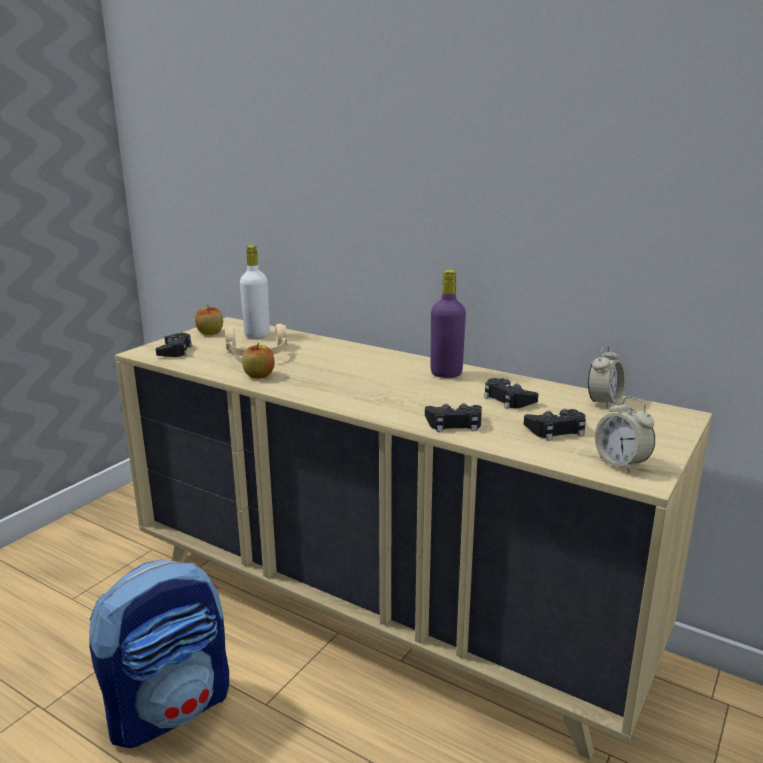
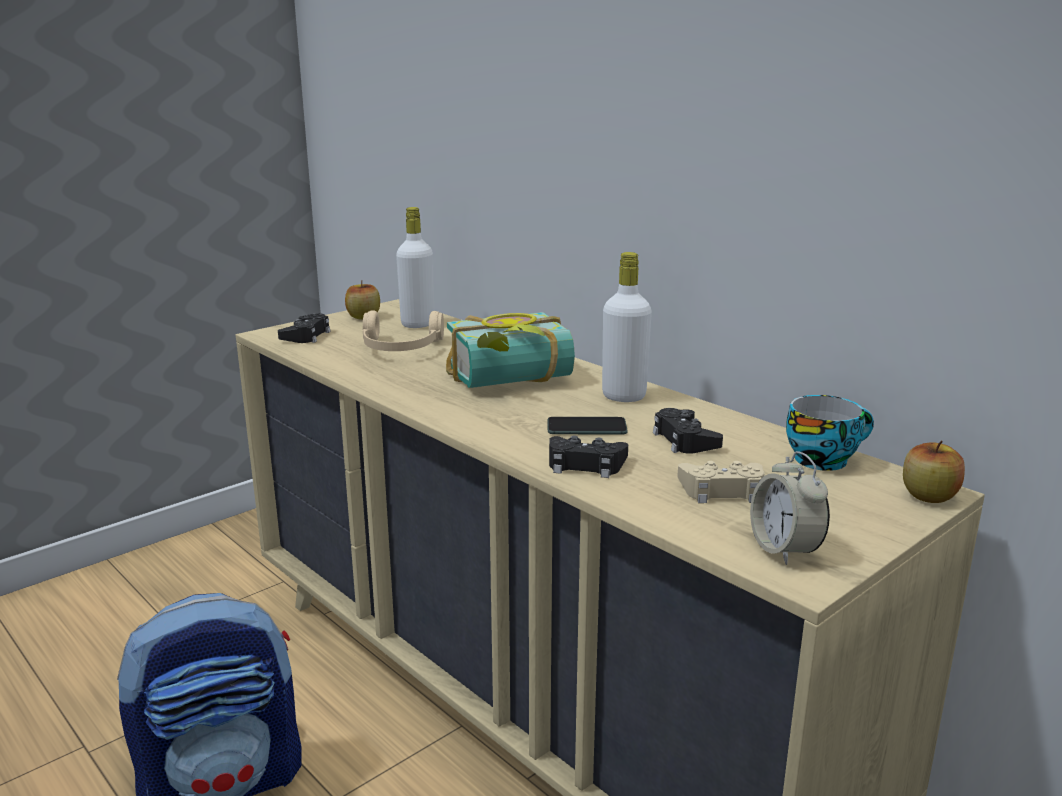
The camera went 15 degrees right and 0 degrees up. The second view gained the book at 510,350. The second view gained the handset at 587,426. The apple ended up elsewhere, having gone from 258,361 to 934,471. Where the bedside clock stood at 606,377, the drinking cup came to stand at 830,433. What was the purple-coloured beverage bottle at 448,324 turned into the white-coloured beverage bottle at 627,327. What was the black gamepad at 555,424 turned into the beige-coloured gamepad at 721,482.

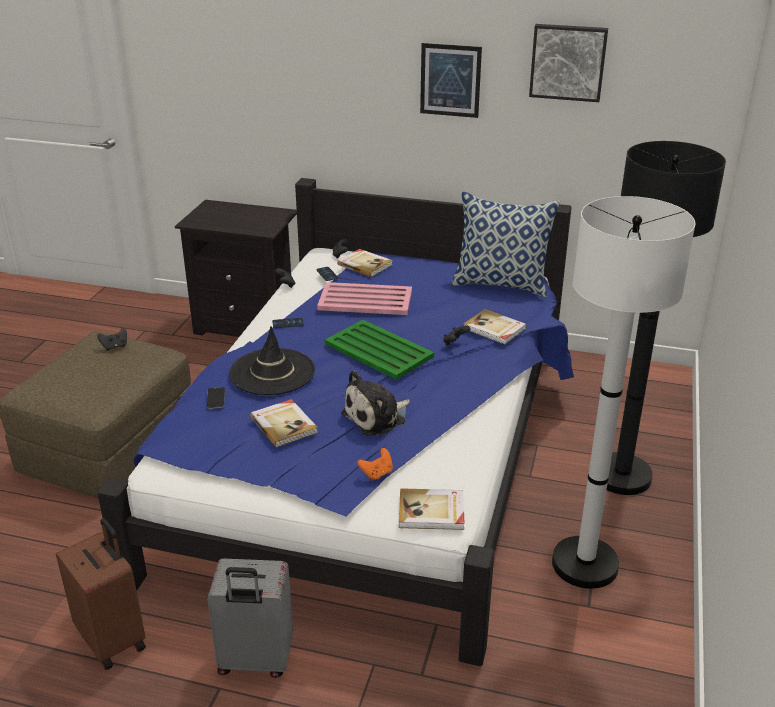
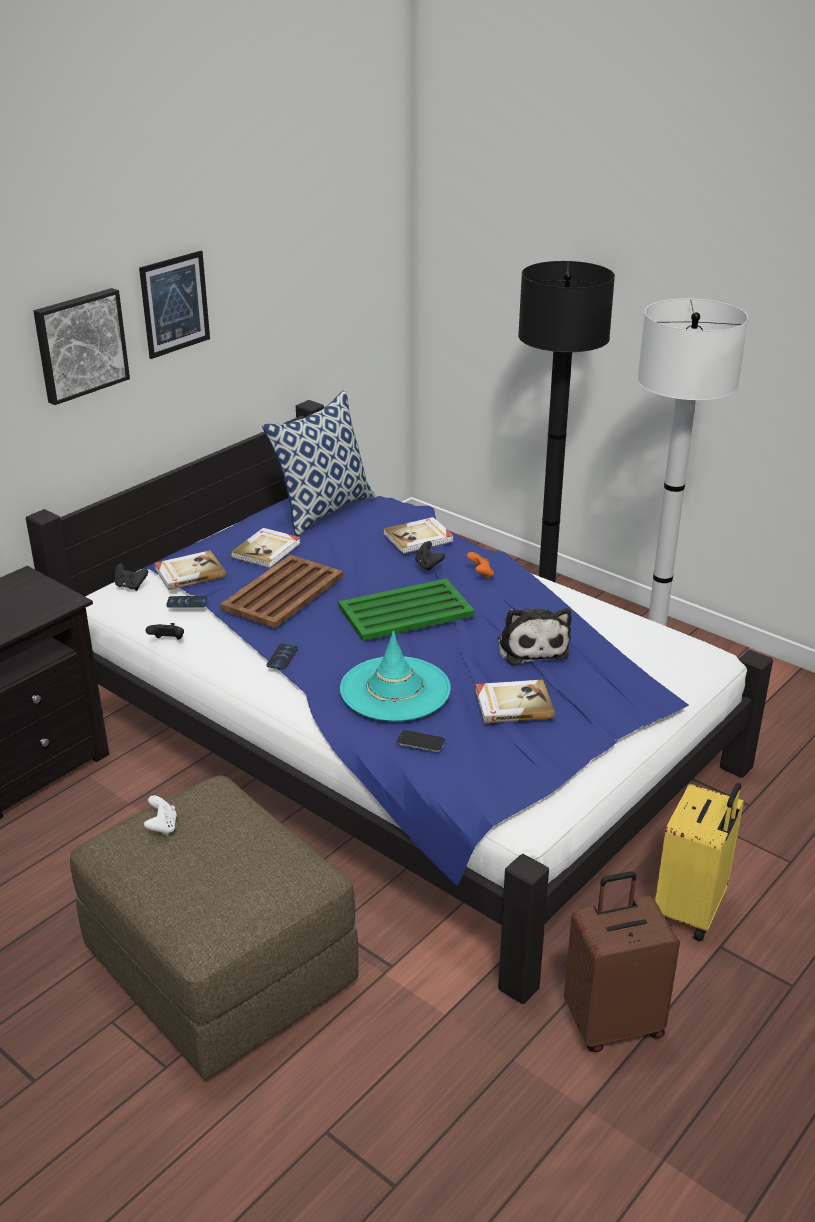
The camera went 65 degrees left and 0 degrees up. The orange gamepad ended up elsewhere, having gone from 375,464 to 480,565. The book ended up elsewhere, having gone from 432,509 to 265,548. The picture ended up elsewhere, having gone from 568,63 to 81,346. What was the black gamepad at 112,339 turned into the white-coloured gamepad at 160,815. What was the grey suitcase at 250,618 turned into the yellow-coloured suitcase at 699,862. What was the black wearable hat at 272,361 turned into the turquoise-coloured wearable hat at 395,676. What was the pink tray at 364,298 turned into the brownish tray at 281,591.

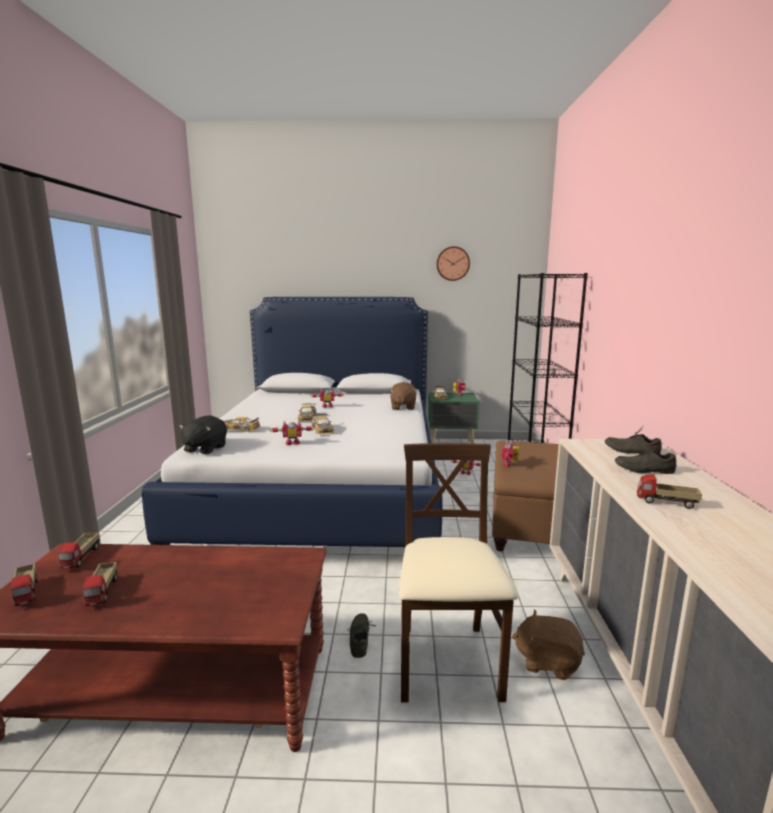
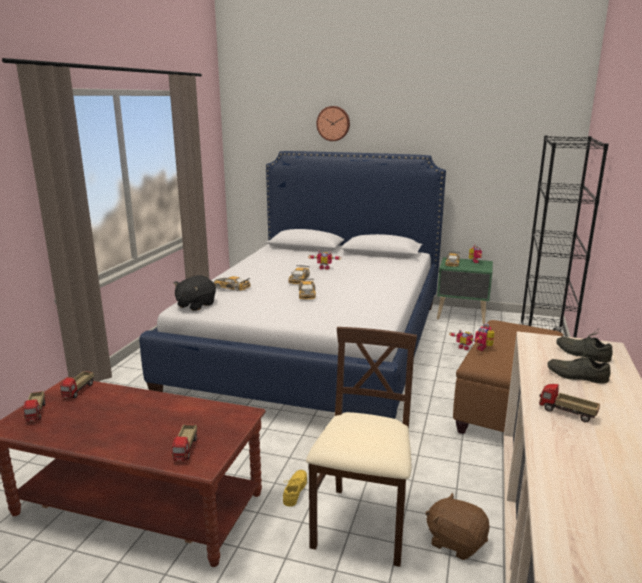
The camera went 15 degrees right and 5 degrees up. The second view lost the robot figure at 291,432. The second view lost the brownish cuddly toy at 403,396. The toy truck ended up elsewhere, having gone from 100,584 to 184,443. The wall clock ended up elsewhere, having gone from 453,263 to 333,123. What was the grey item of footwear at 361,635 turned into the yellow-coloured item of footwear at 295,488.

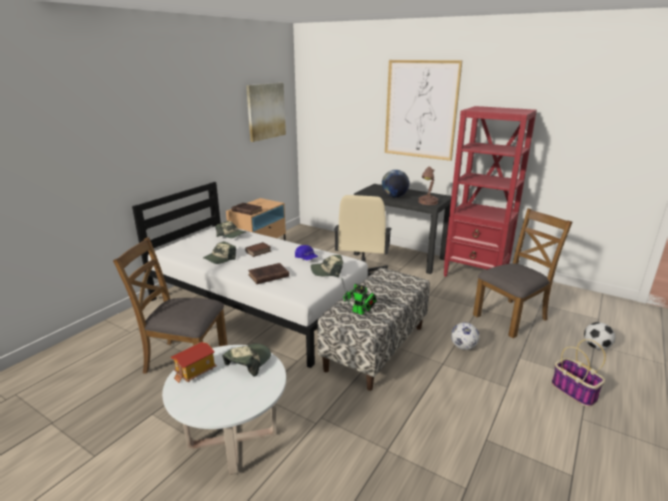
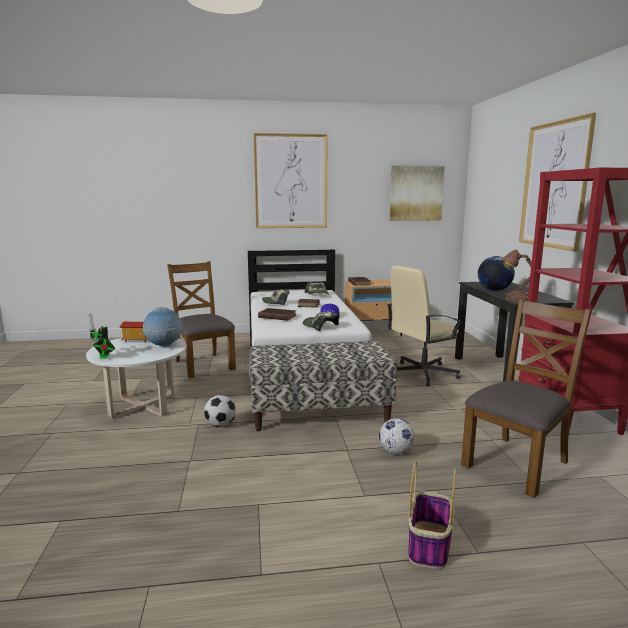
The camera went 50 degrees right and 10 degrees down. The second view gained the picture at 290,180. The robot figure ended up elsewhere, having gone from 359,296 to 101,336. The football ball ended up elsewhere, having gone from 599,336 to 220,411. Where the baseball cap stood at 246,360, the desk globe came to stand at 163,327. The brownish chair at 522,273 ended up facing another way, 60 degrees counterclockwise from before.

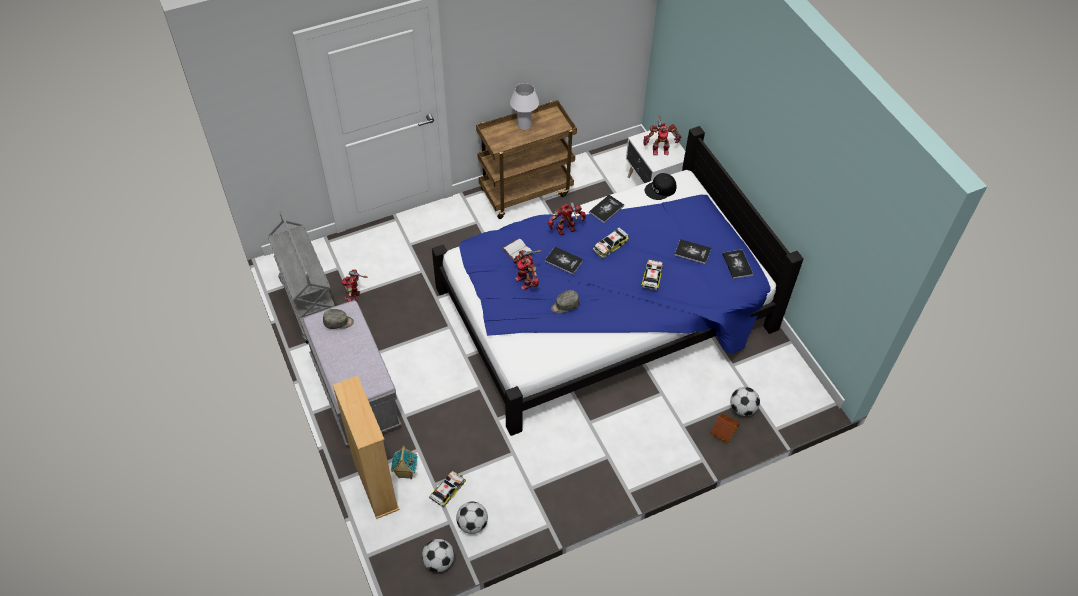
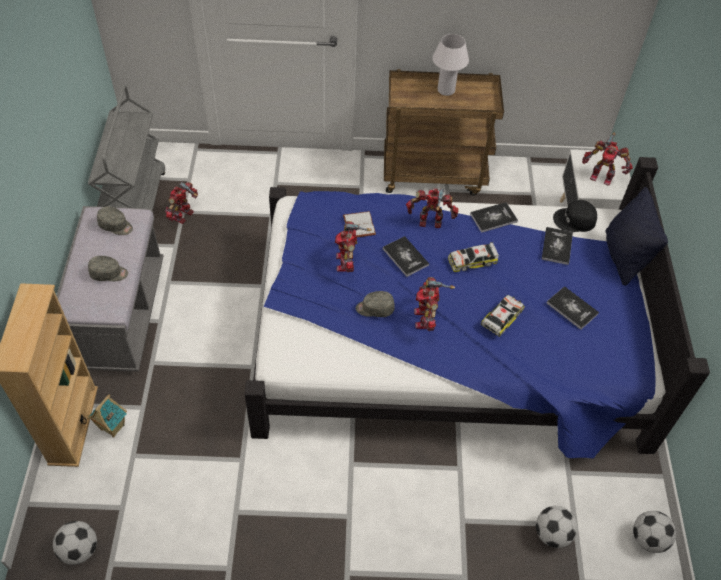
The camera went 25 degrees right and 0 degrees up. The second view lost the miniature car at 447,489. The second view lost the miniature house at 726,428. The second view gained the grey baseball cap at 108,268. The second view gained the robot figure at 434,304. The second view gained the black pillow at 636,236. The football ball ended up elsewhere, having gone from 472,518 to 654,532. The book ended up elsewhere, having gone from 737,264 to 557,246.

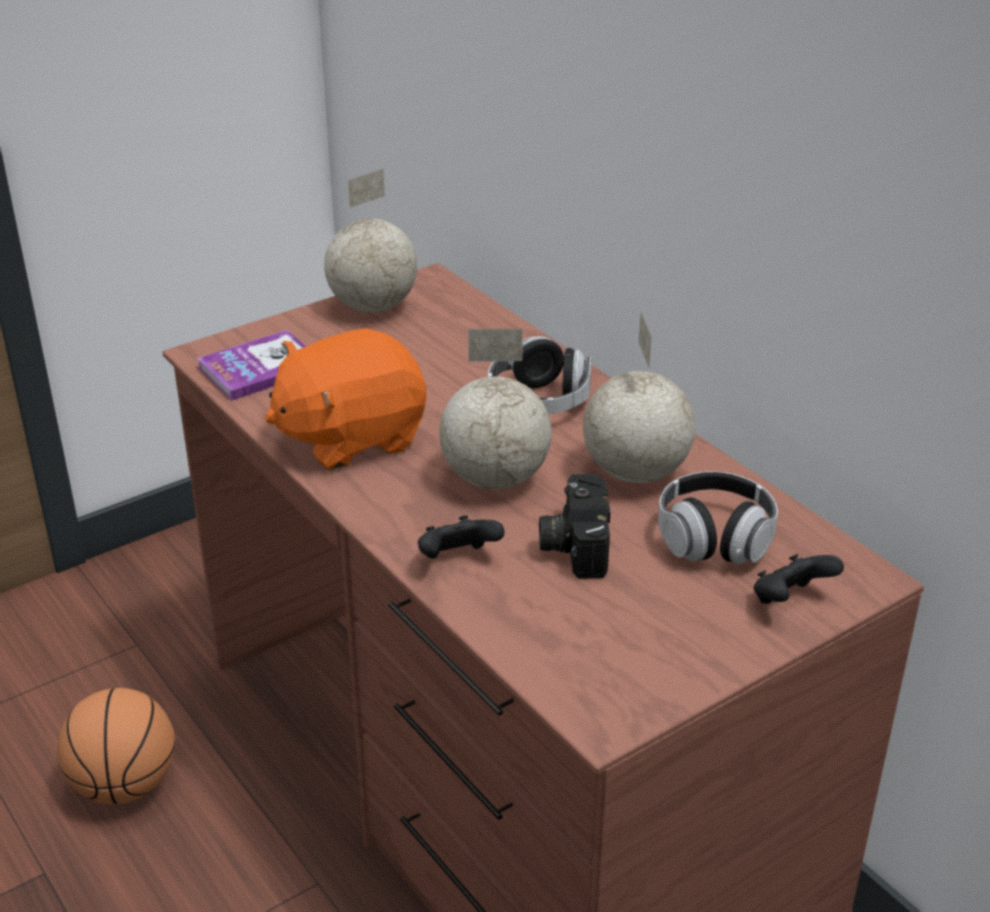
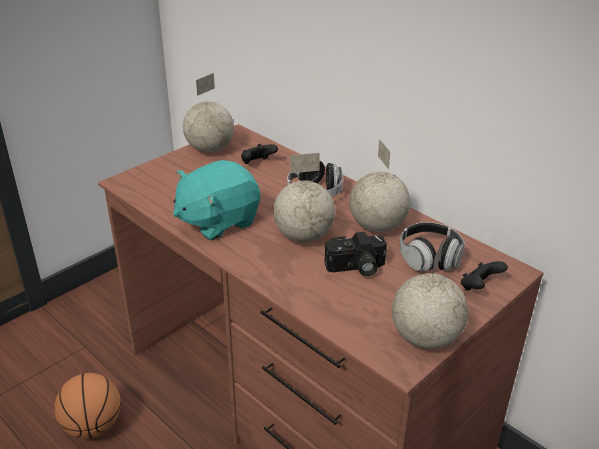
The camera went 10 degrees left and 0 degrees up. The second view lost the book at 251,365. The second view gained the desk globe at 430,294. The black gamepad ended up elsewhere, having gone from 461,536 to 259,154. What was the orange cuddly toy at 345,399 turned into the turquoise-coloured cuddly toy at 216,200. The photo camera at 574,526 ended up facing another way, 90 degrees counterclockwise from before.

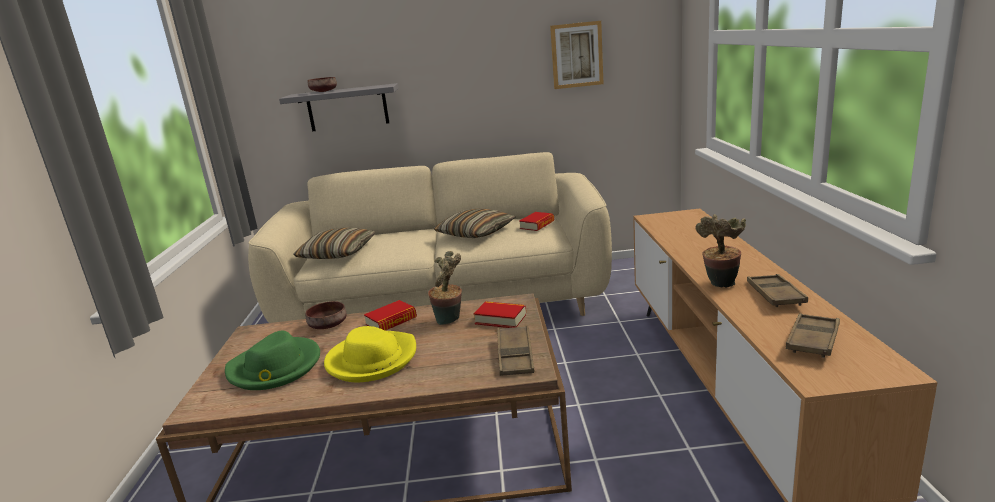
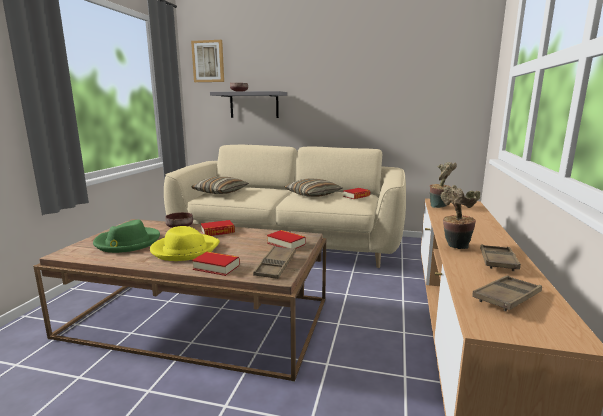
The camera went 15 degrees right and 5 degrees down. The second view gained the book at 216,264. The plant in a pot ended up elsewhere, having gone from 445,288 to 443,185. The picture ended up elsewhere, having gone from 576,55 to 207,61.

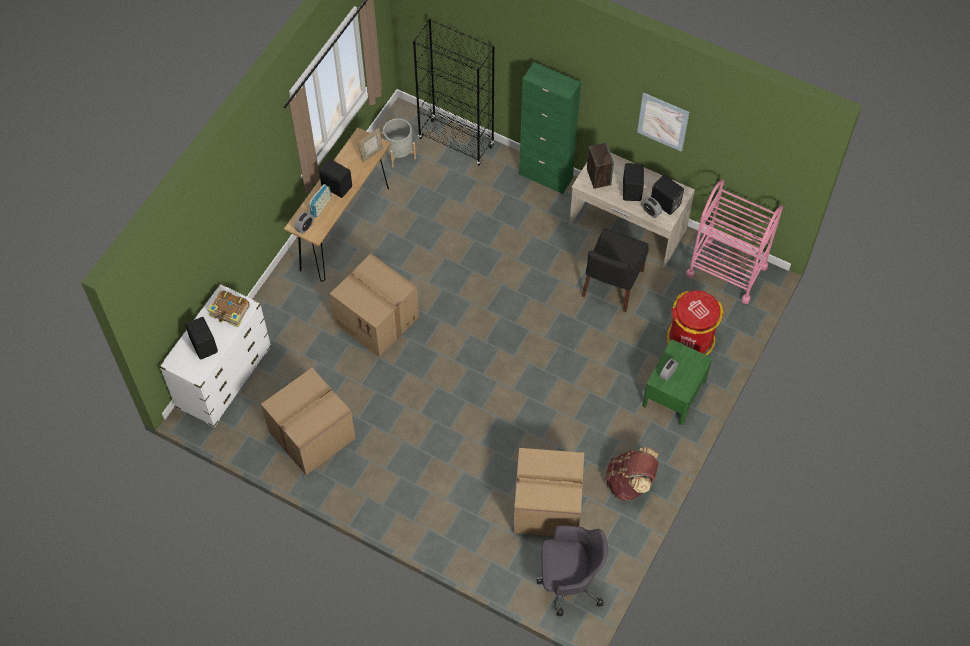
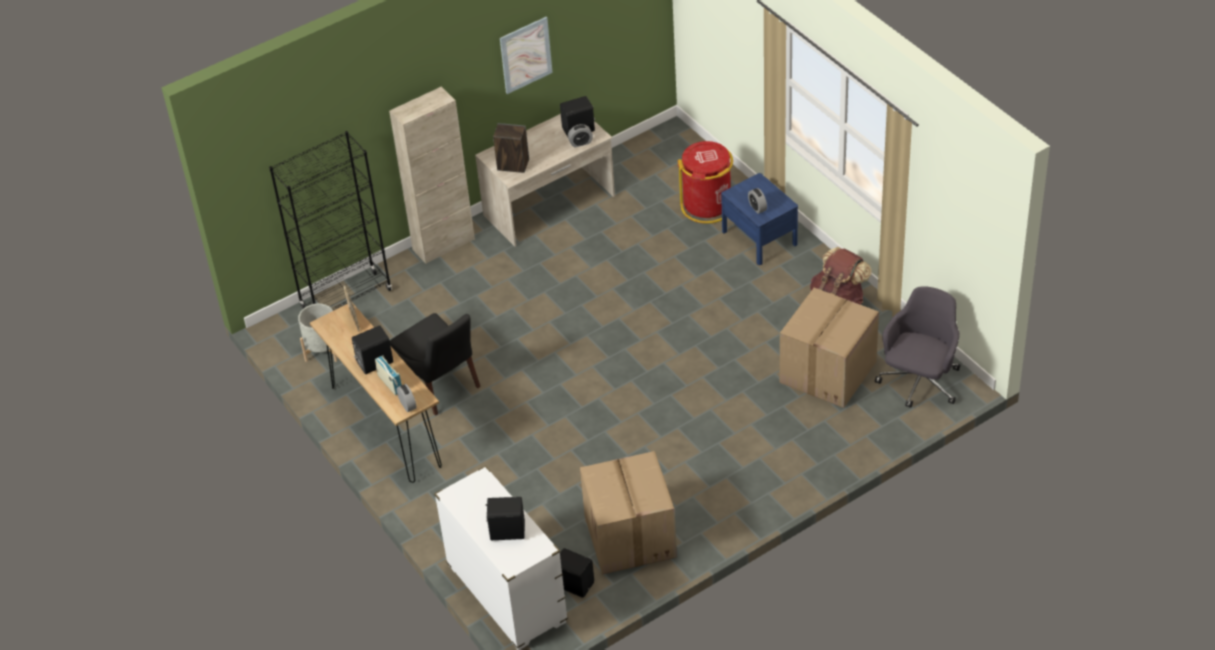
The camera went 60 degrees left and 15 degrees down. The second view lost the book at 228,308. The second view lost the carton at 374,306. The second view lost the pink wheeled cart at 734,242. The black chair ended up elsewhere, having gone from 615,270 to 435,364. The black audio speaker ended up elsewhere, having gone from 633,182 to 577,573. What was the green cupboard at 550,128 turned into the beige-coloured cupboard at 432,175. What was the green night table at 677,382 turned into the blue night table at 759,219.

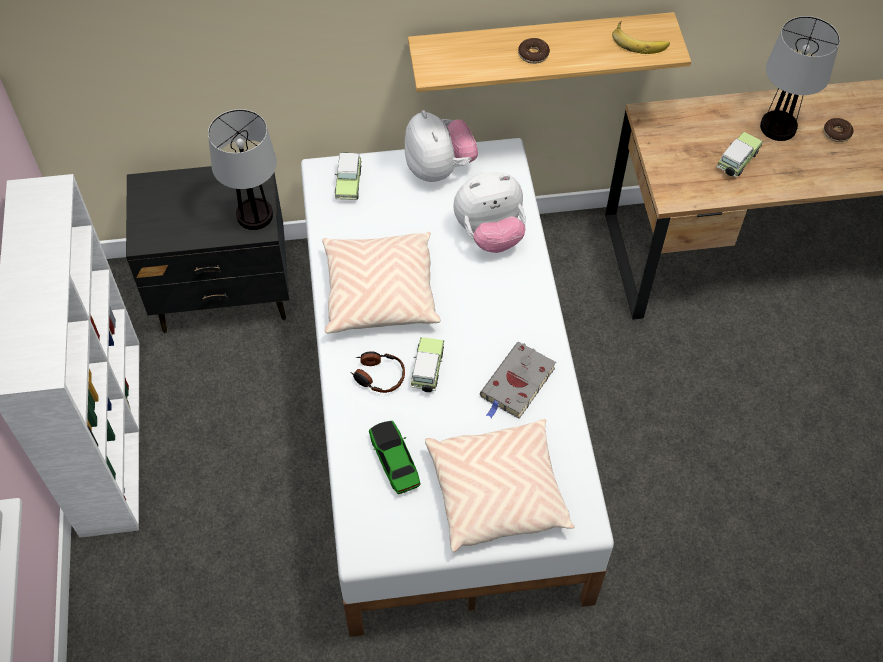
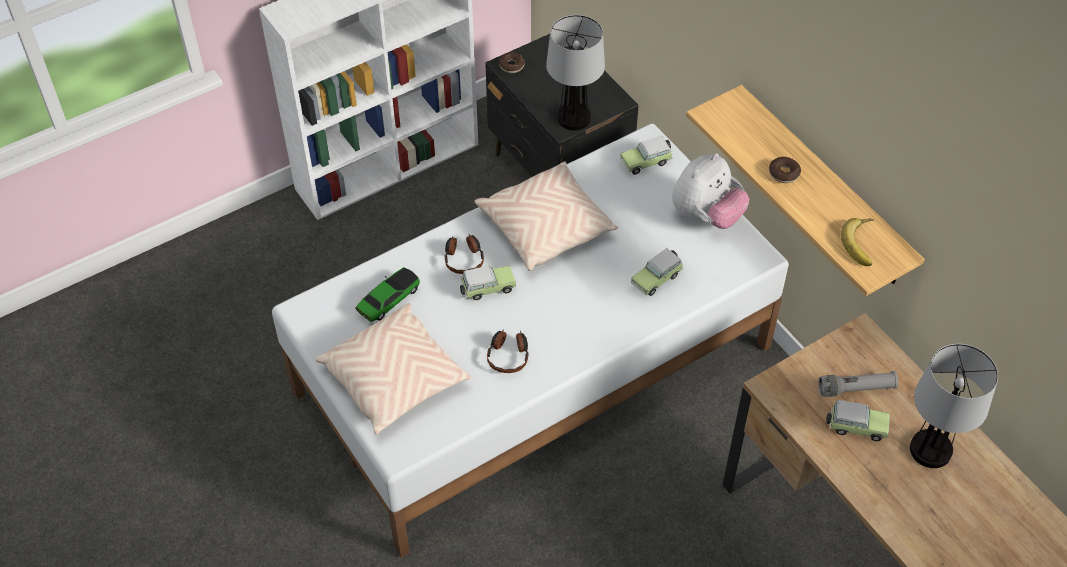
The camera went 65 degrees right and 5 degrees down. The second view gained the grey flashlight at 858,383. The ring doughnut ended up elsewhere, having gone from 839,130 to 512,62. Where the cuddly toy stood at 489,212, the miniature car came to stand at 657,272. Where the grey book stood at 518,380, the headphones came to stand at 507,351.

